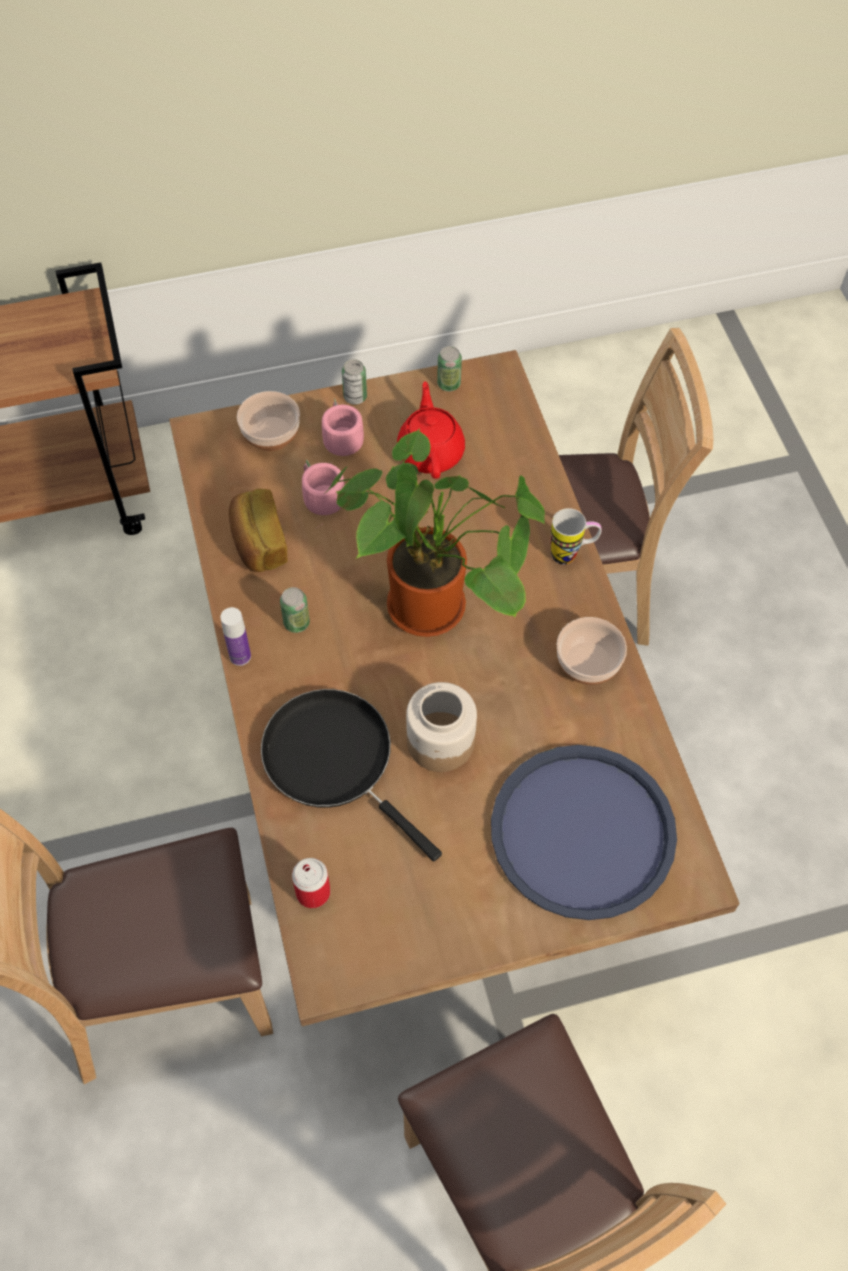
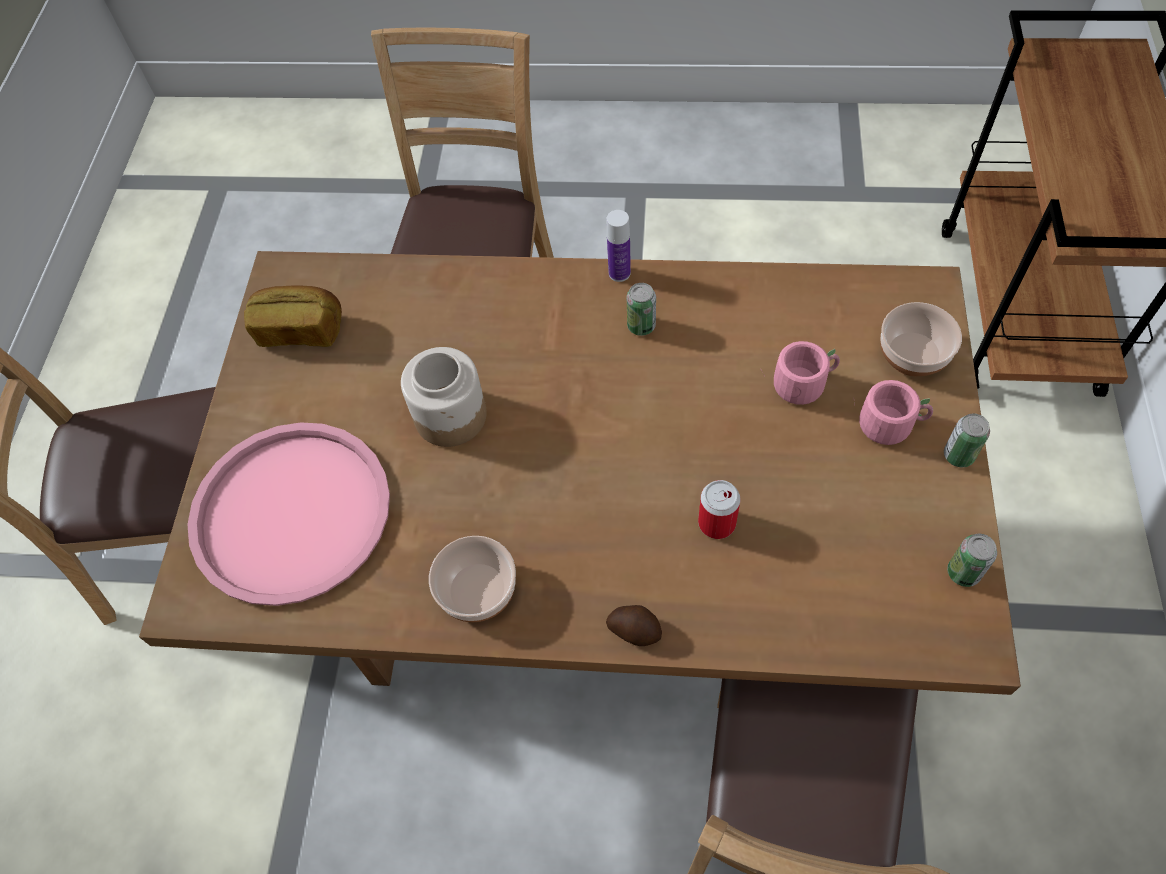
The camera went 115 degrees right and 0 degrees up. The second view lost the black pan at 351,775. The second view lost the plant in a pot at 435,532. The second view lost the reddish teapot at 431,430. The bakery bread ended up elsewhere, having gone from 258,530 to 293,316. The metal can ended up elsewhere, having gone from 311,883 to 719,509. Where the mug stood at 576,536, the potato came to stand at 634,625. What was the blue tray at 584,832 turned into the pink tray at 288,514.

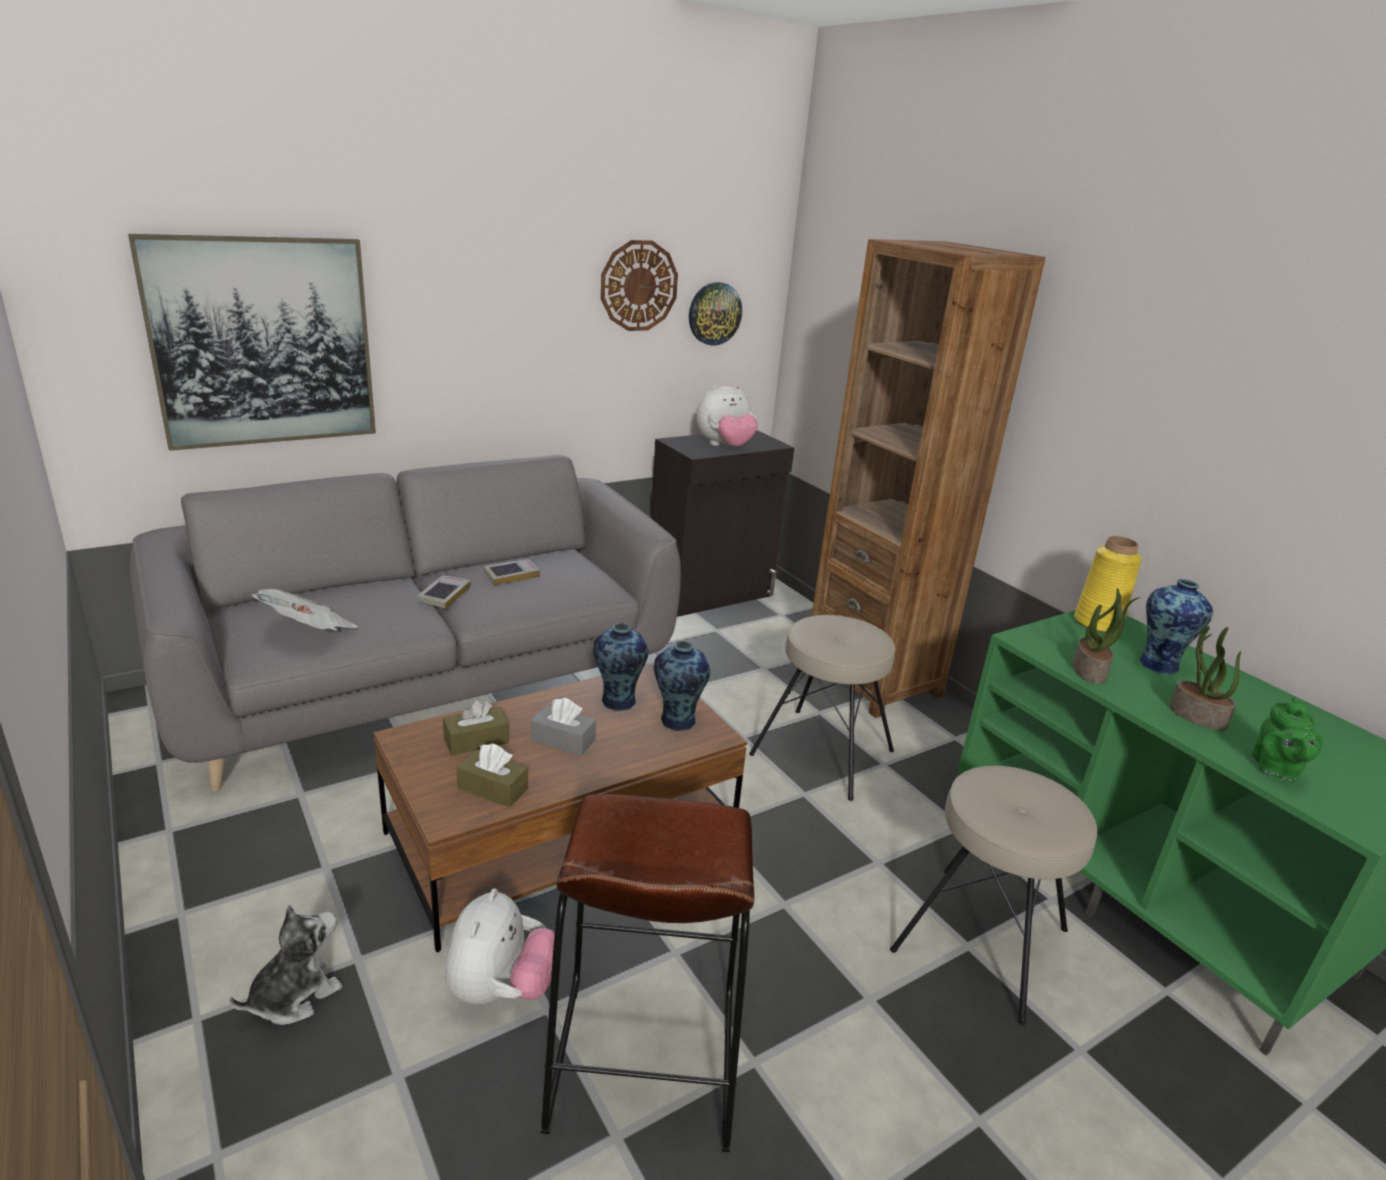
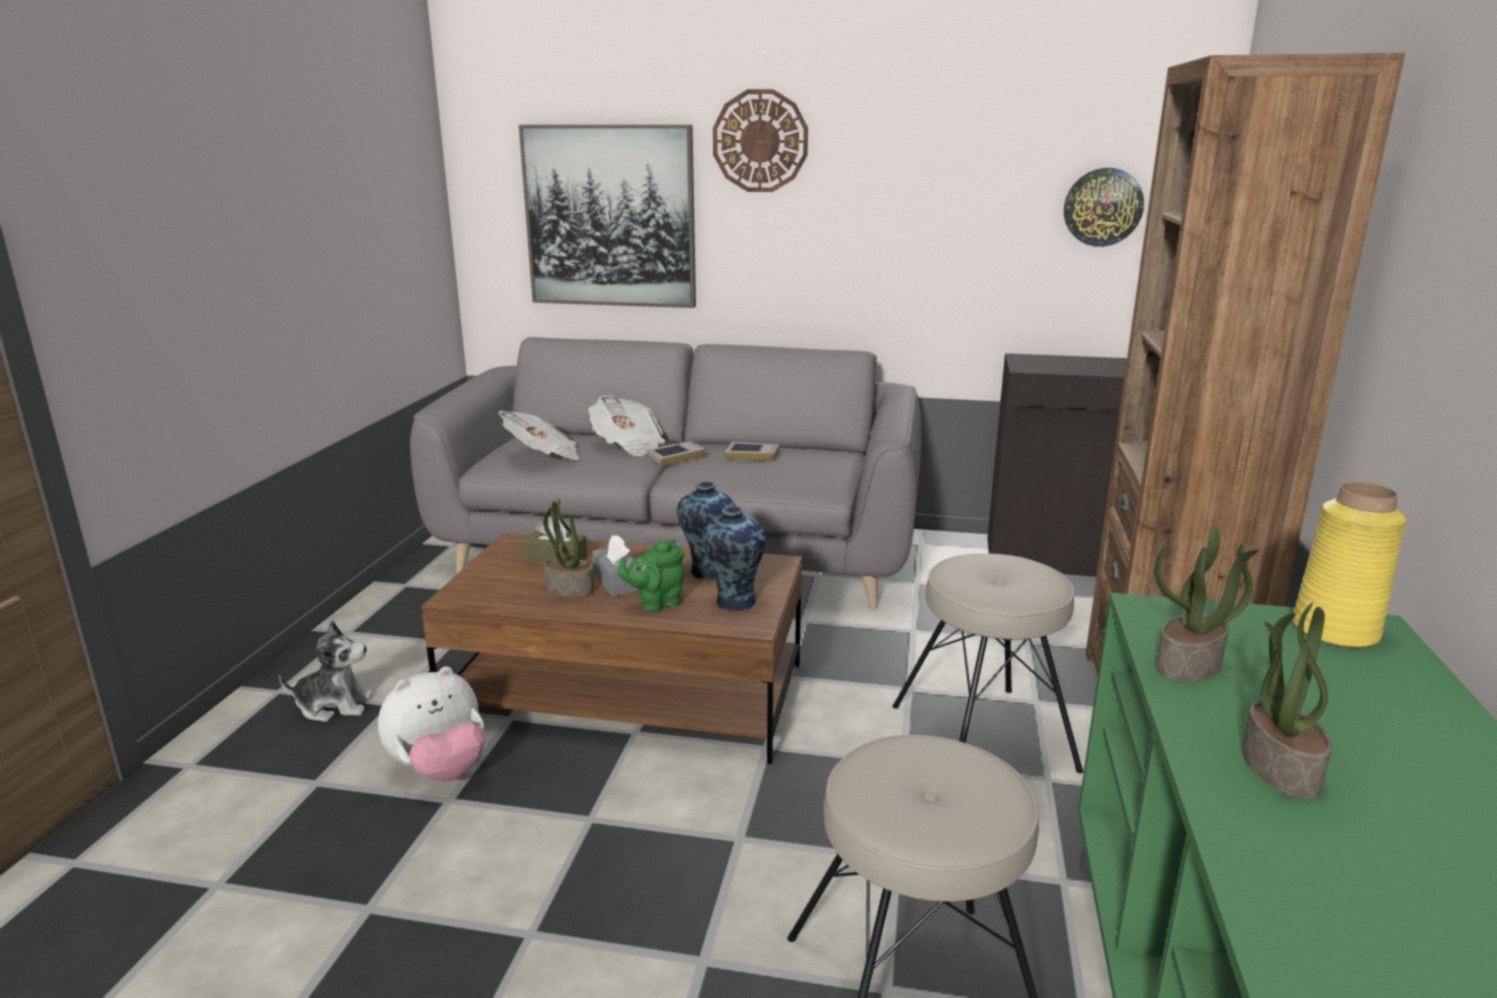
The camera went 45 degrees right and 5 degrees down. The second view lost the brownish tissue box at 492,775. The second view lost the brownish stool at 648,973. The second view lost the cuddly toy at 727,415. The second view lost the flower vase at 1176,627. The second view gained the plant in a pot at 568,547. The second view gained the newspaper at 626,426. The wall clock ended up elsewhere, having gone from 639,285 to 760,140. The green teapot ended up elsewhere, having gone from 1287,740 to 651,575.

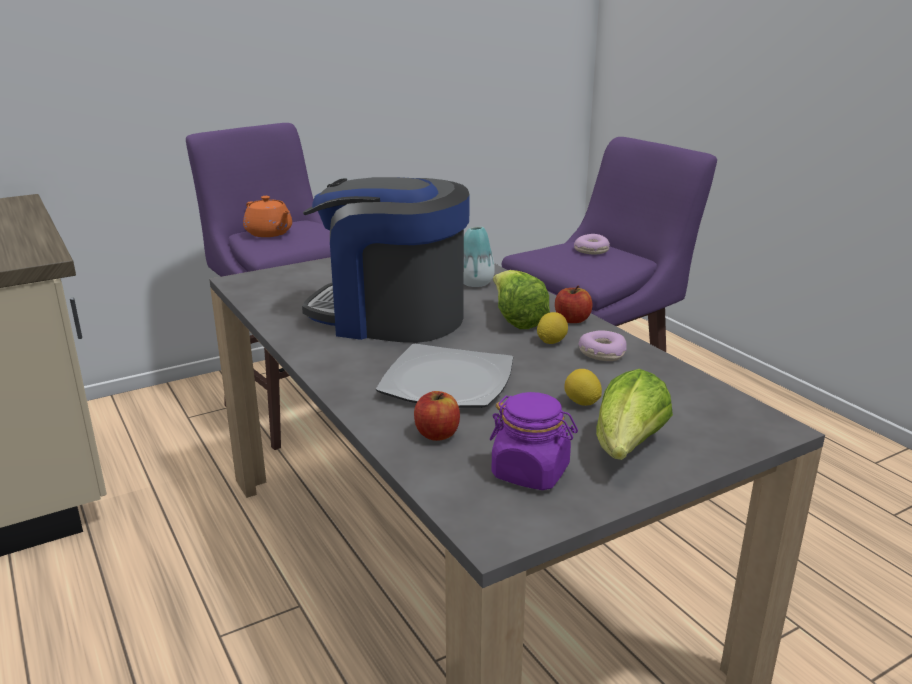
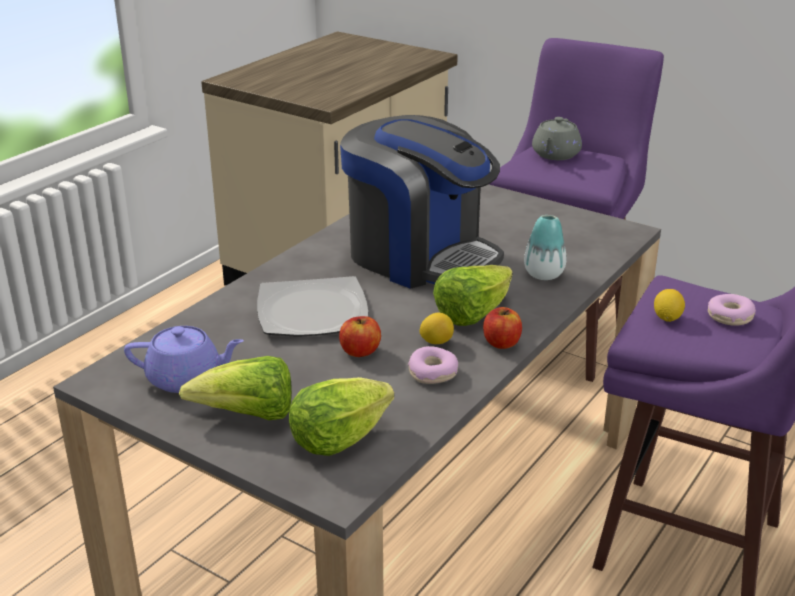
The camera went 65 degrees right and 5 degrees up. The second view gained the head of lettuce at 341,416. The apple ended up elsewhere, having gone from 437,416 to 360,336. The citrus fruit ended up elsewhere, having gone from 583,387 to 669,305. Where the purple-coloured preserve jar stood at 534,441, the purple-coloured teapot came to stand at 184,359. What was the orange teapot at 267,216 turned into the grey teapot at 557,138. The coffee maker at 386,260 ended up facing another way, 135 degrees clockwise from before.

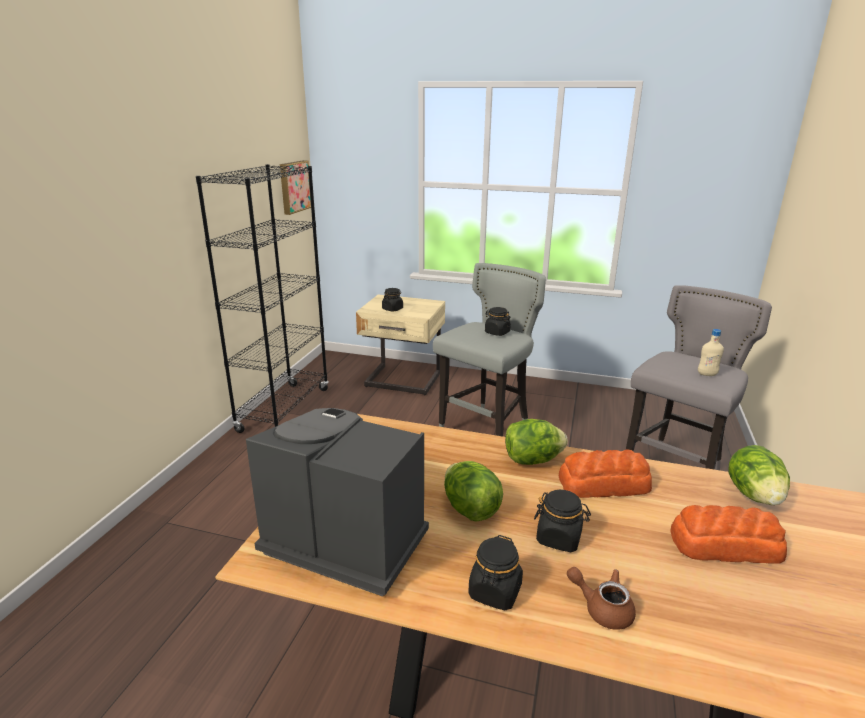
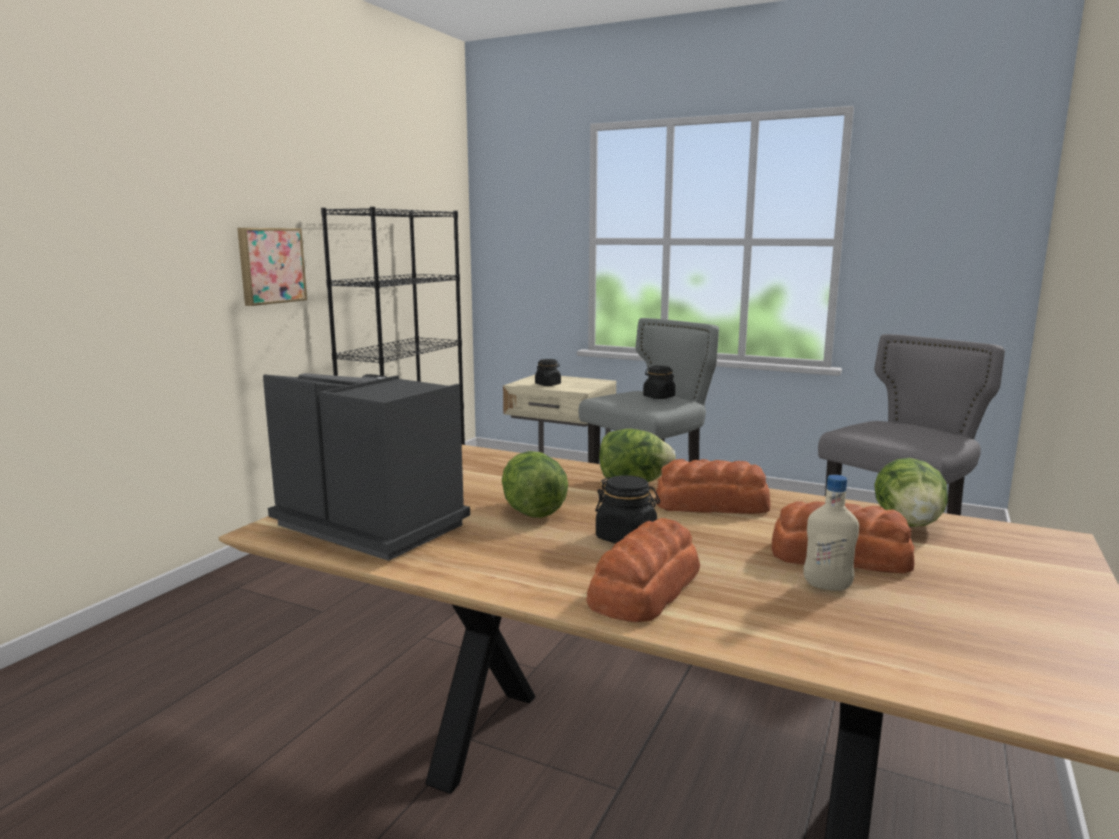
The camera went 10 degrees right and 10 degrees down. The second view lost the black preserve jar at 495,572. The picture ended up elsewhere, having gone from 295,187 to 272,267. The beige-coloured beverage bottle ended up elsewhere, having gone from 711,352 to 831,533. Where the brownish teapot stood at 601,598, the bakery bread came to stand at 643,570.

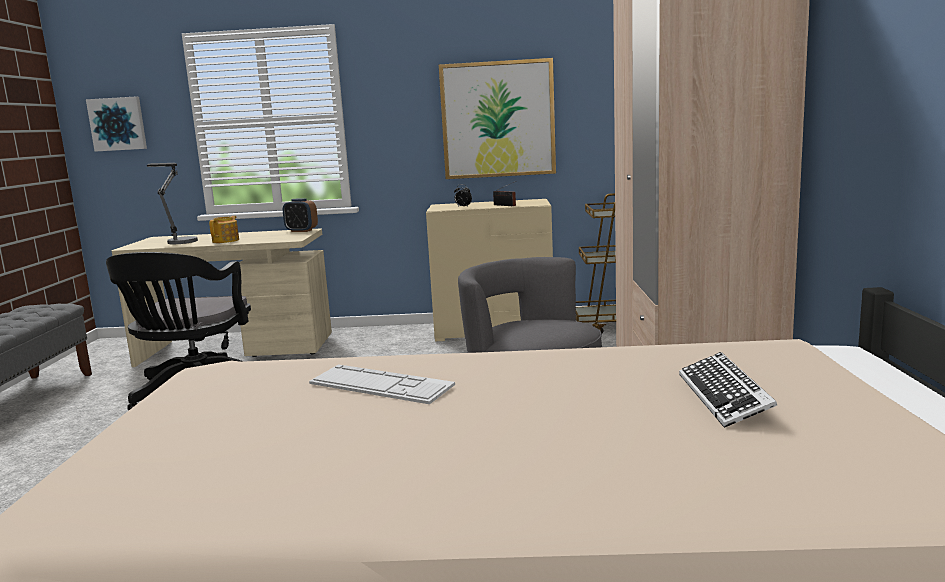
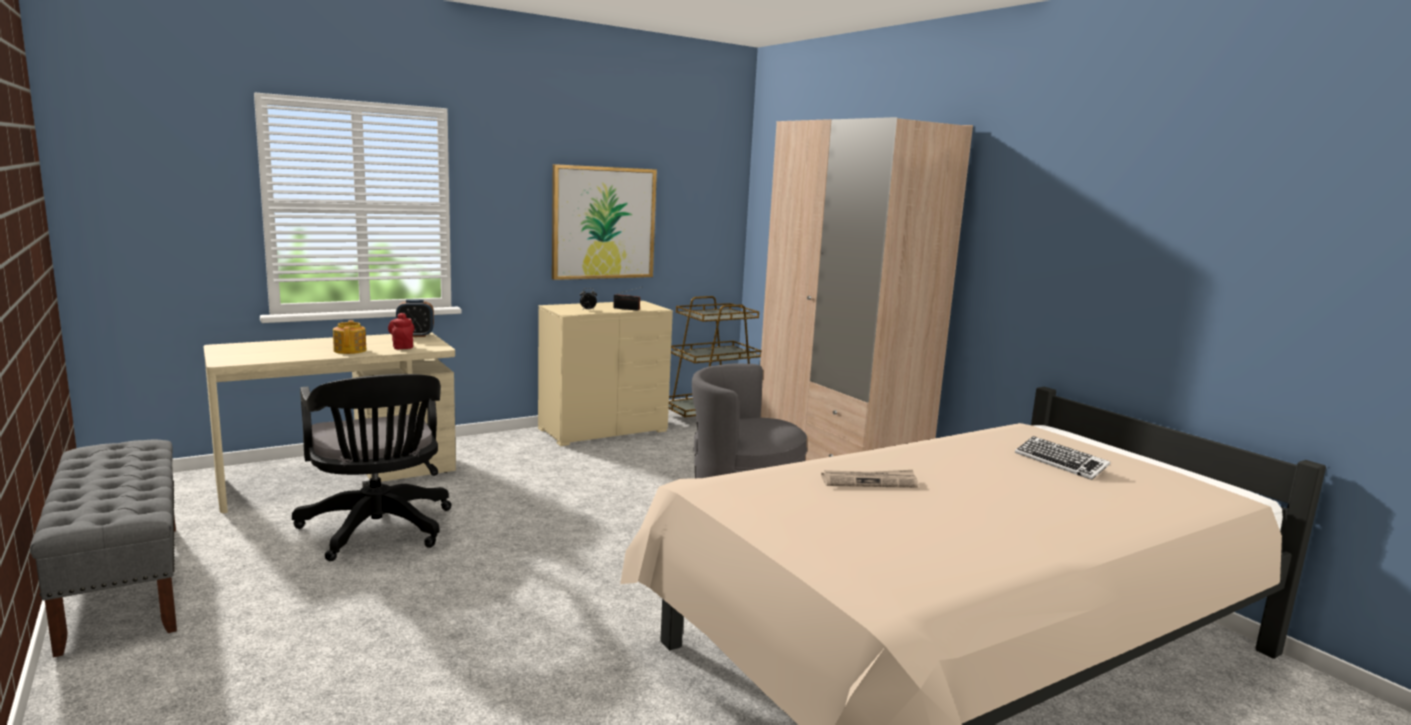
The camera went 35 degrees left and 0 degrees up. The second view lost the picture at 116,124. The second view lost the lamp for a table at 172,203. The second view gained the reddish teapot at 401,331. Where the keyboard stood at 382,384, the newspaper came to stand at 869,479.

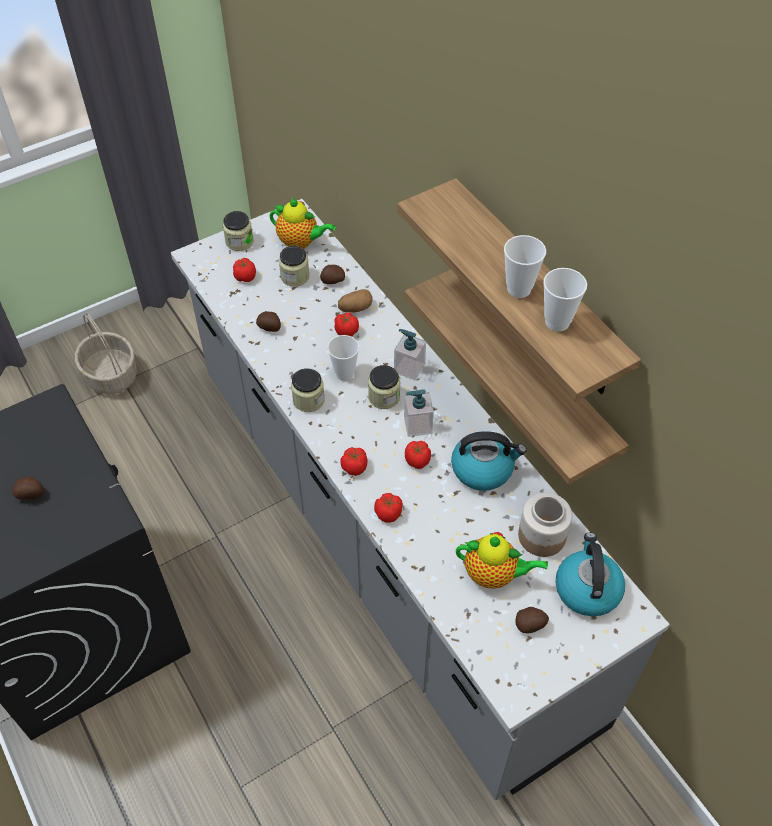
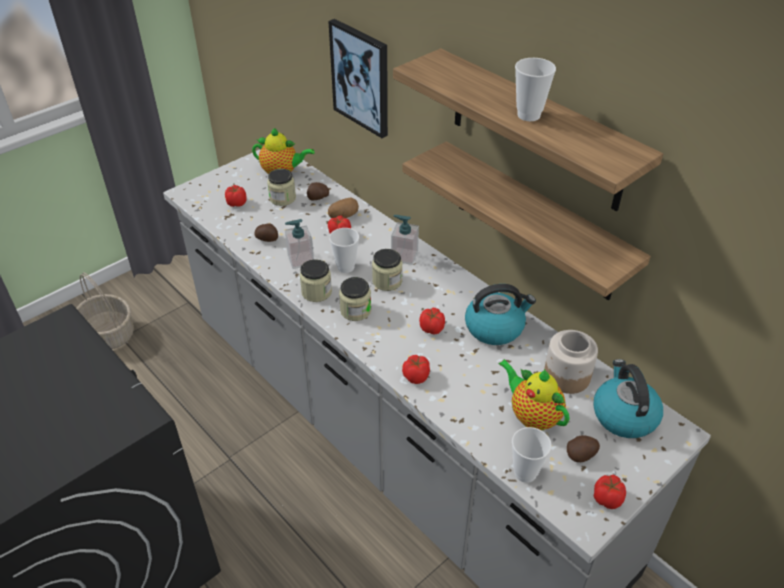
The camera went 10 degrees left and 10 degrees down. The second view lost the potato at 28,488. The second view gained the picture at 358,78. The preserve jar ended up elsewhere, having gone from 238,231 to 355,299. The whole tomato ended up elsewhere, having gone from 354,461 to 610,492. The soap bottle ended up elsewhere, having gone from 419,413 to 299,244. The drinking cup ended up elsewhere, having gone from 565,300 to 532,455. The teapot at 502,560 ended up facing another way, 135 degrees counterclockwise from before.

